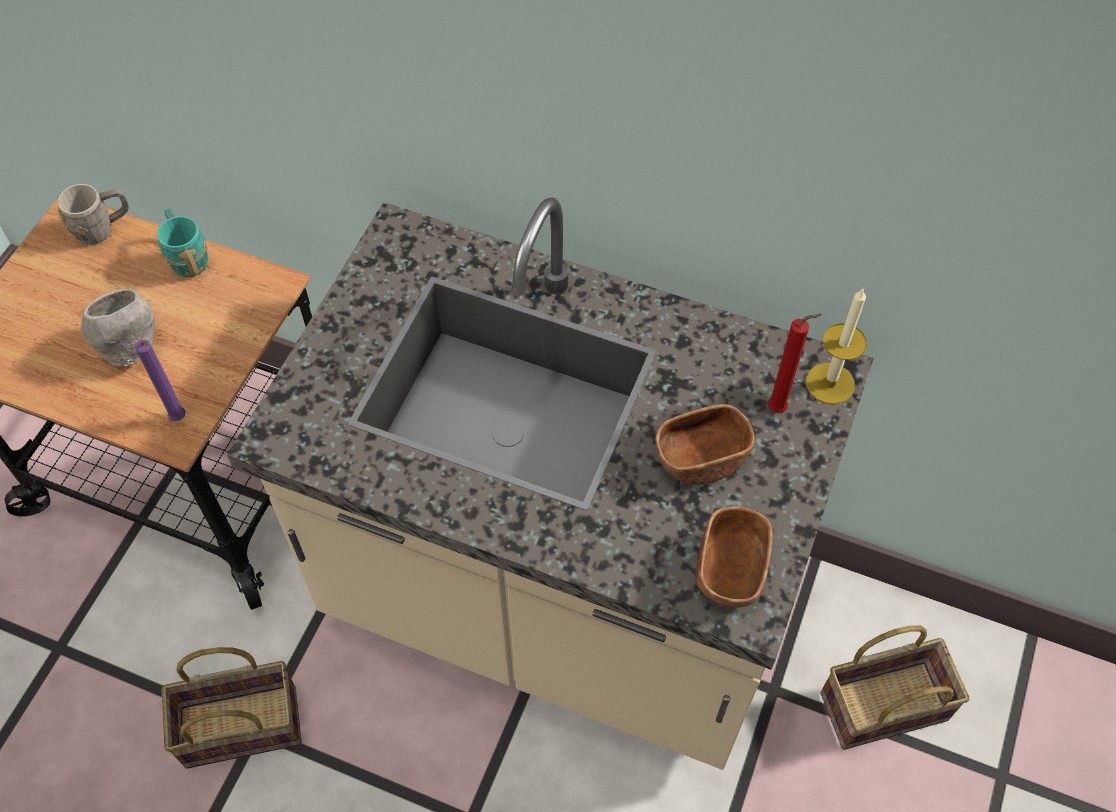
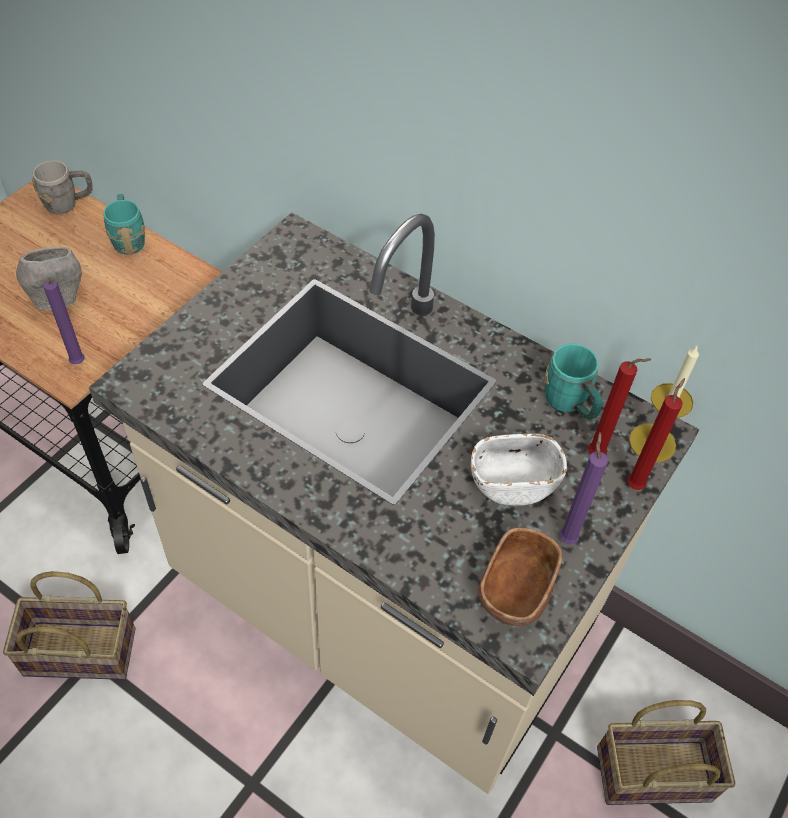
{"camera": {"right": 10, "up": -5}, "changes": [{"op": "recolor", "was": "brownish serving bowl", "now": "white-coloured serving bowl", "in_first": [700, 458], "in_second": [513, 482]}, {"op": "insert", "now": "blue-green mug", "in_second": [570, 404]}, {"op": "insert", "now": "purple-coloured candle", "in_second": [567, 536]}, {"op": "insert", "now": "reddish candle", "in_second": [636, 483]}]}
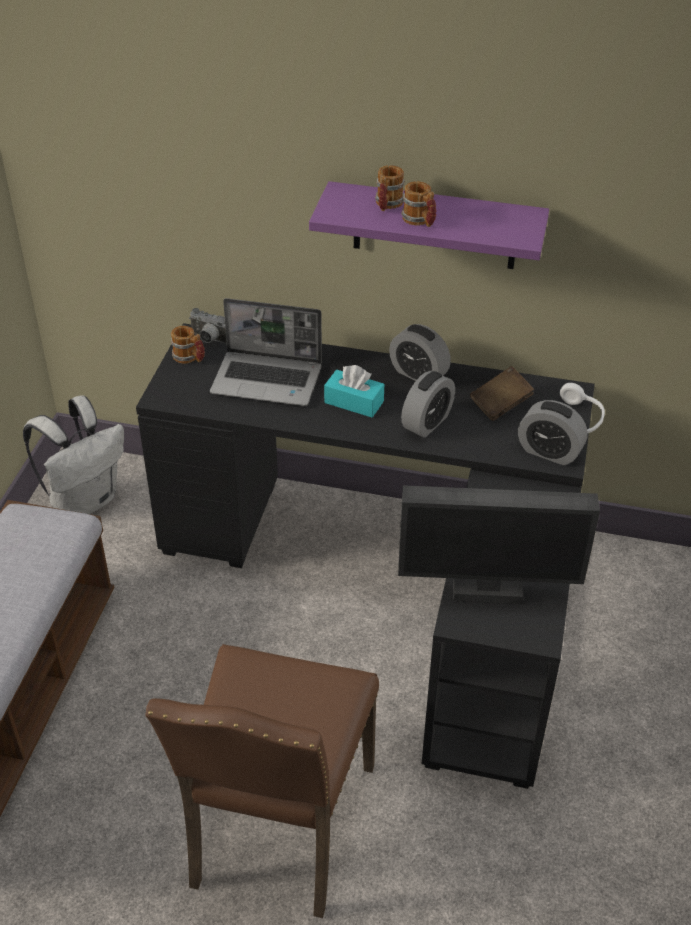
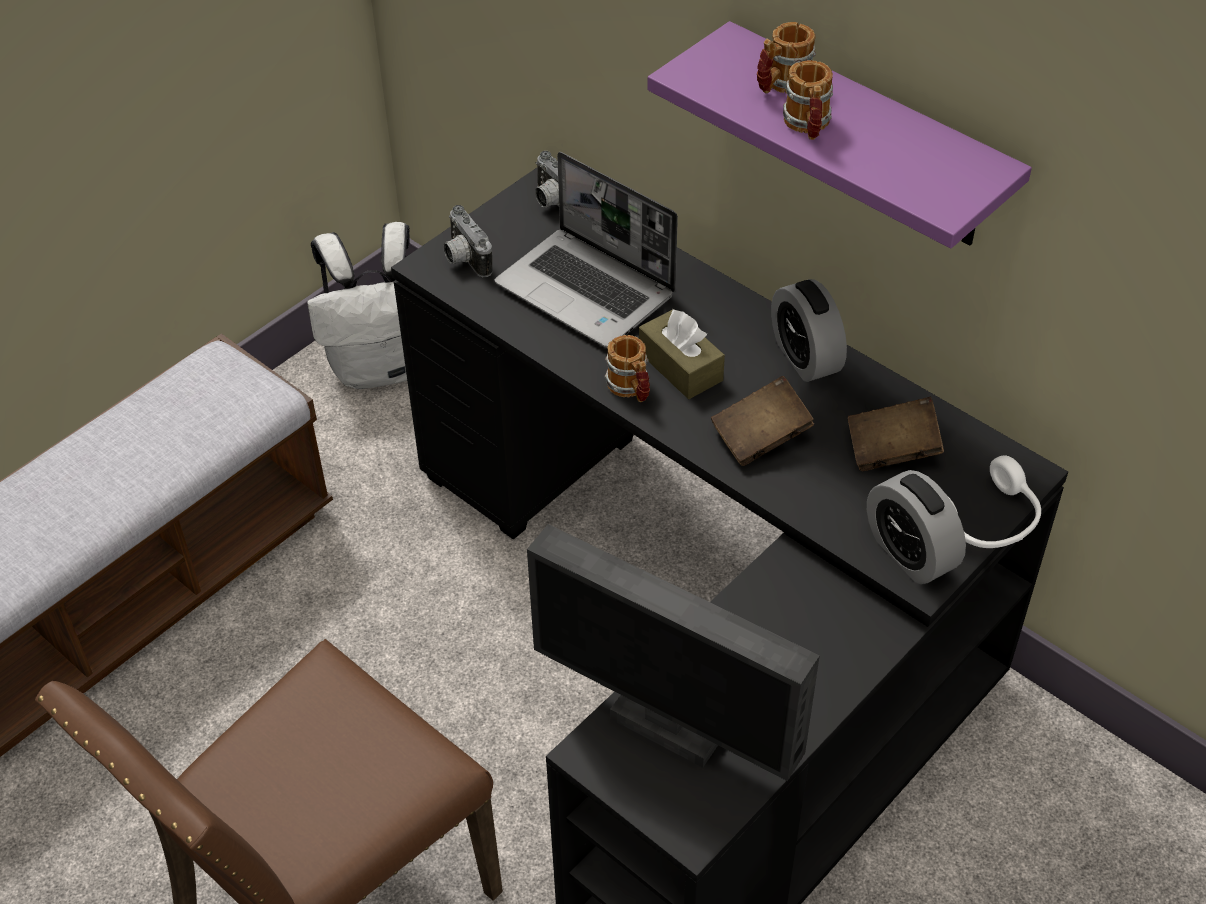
{"camera": {"right": 30, "up": 5}, "changes": [{"op": "move", "was": "mug", "in_first": [189, 358], "in_second": [631, 389]}, {"op": "recolor", "was": "blue-green box of tissues", "now": "brownish box of tissues", "in_first": [354, 402], "in_second": [680, 366]}, {"op": "replace", "was": "table clock", "now": "brownish bound book", "in_first": [427, 423], "in_second": [761, 437]}, {"op": "insert", "now": "still camera", "in_second": [464, 259]}]}
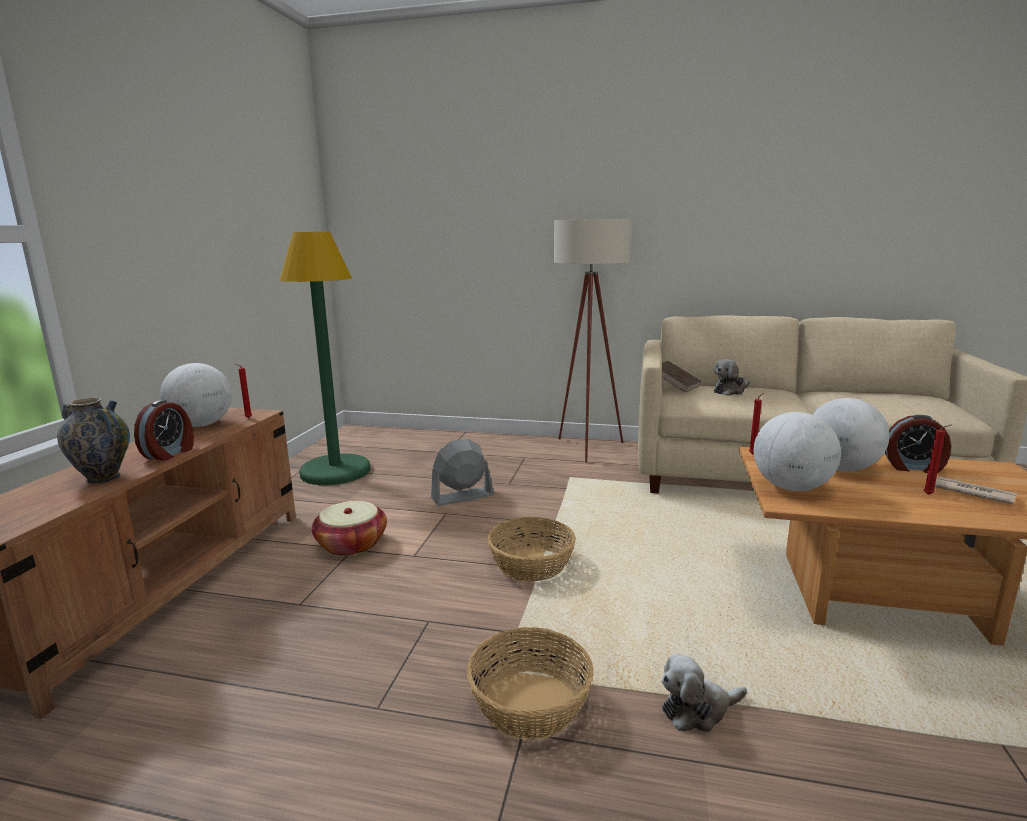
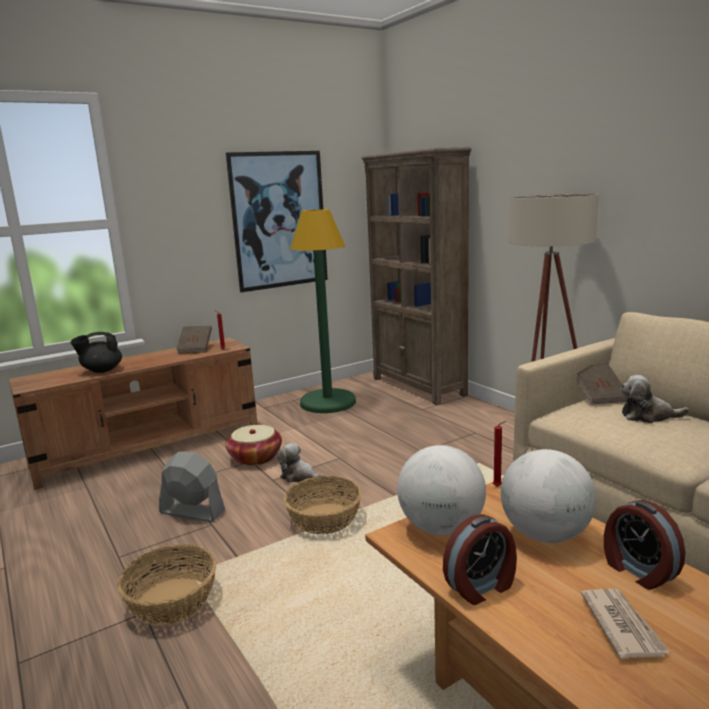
{"camera": {"right": 45, "up": 0}, "changes": [{"op": "replace", "was": "vase", "now": "black-coloured teapot", "in_first": [103, 478], "in_second": [101, 370]}, {"op": "move", "was": "table clock", "in_first": [170, 453], "in_second": [481, 587]}, {"op": "replace", "was": "desk globe", "now": "brownish bound book", "in_first": [201, 425], "in_second": [195, 348]}, {"op": "move", "was": "grey electric fan", "in_first": [462, 497], "in_second": [192, 512]}, {"op": "move", "was": "plush toy", "in_first": [697, 710], "in_second": [299, 476]}, {"op": "delete", "was": "reddish candle", "in_first": [930, 495]}, {"op": "insert", "now": "wall picture", "in_second": [279, 220]}, {"op": "insert", "now": "brownish bookcase", "in_second": [418, 386]}]}
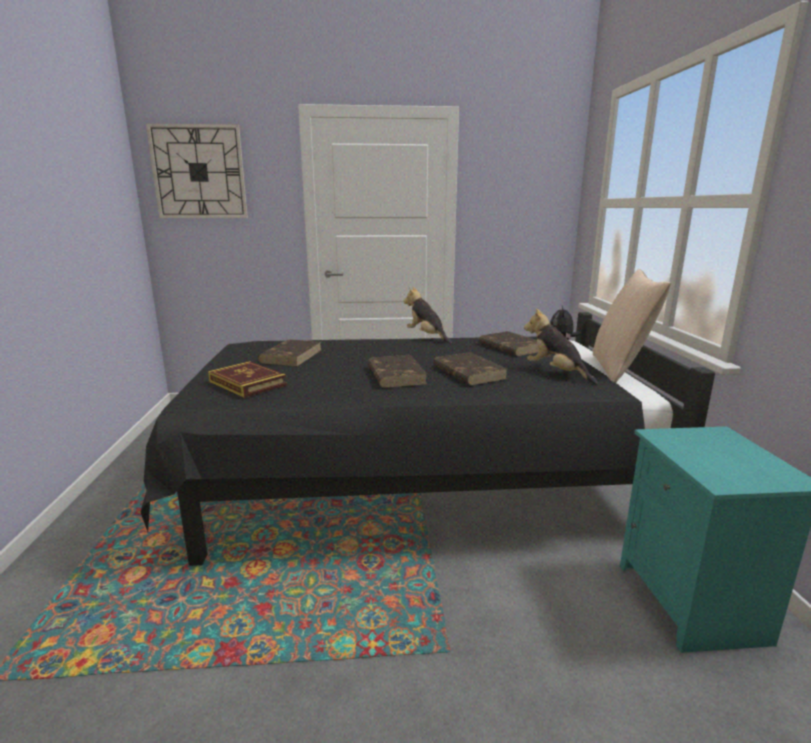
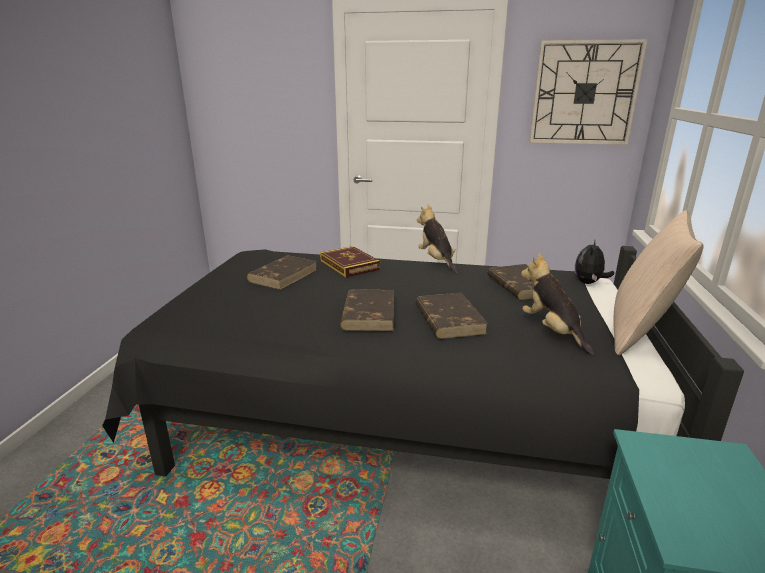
{"camera": {"right": 15, "up": 5}, "changes": [{"op": "move", "was": "hanging clock", "in_first": [199, 172], "in_second": [584, 93]}, {"op": "move", "was": "bound book", "in_first": [247, 383], "in_second": [349, 265]}]}
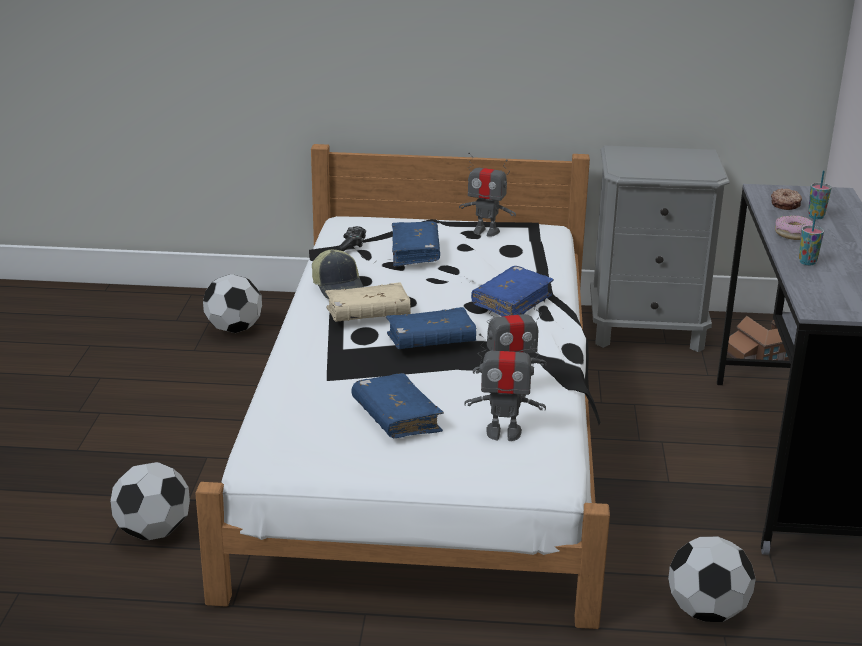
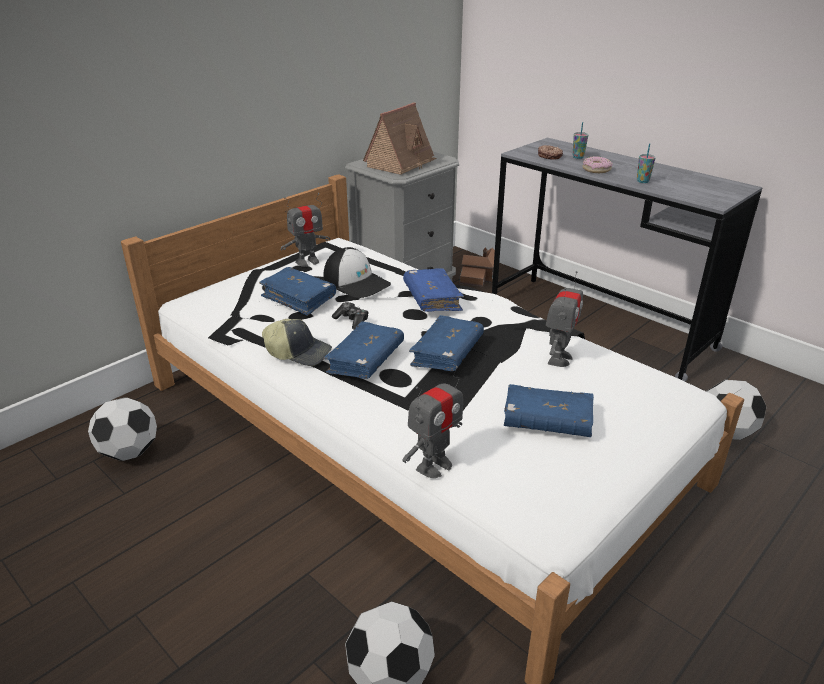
{"camera": {"right": -50, "up": 5}, "changes": [{"op": "recolor", "was": "sand-coloured bound book", "now": "blue-coloured bound book", "in_first": [368, 314], "in_second": [365, 360]}, {"op": "move", "was": "joypad", "in_first": [352, 244], "in_second": [352, 321]}, {"op": "move", "was": "model robot", "in_first": [503, 432], "in_second": [434, 466]}, {"op": "insert", "now": "baseball cap", "in_second": [356, 283]}, {"op": "insert", "now": "model house", "in_second": [401, 163]}]}
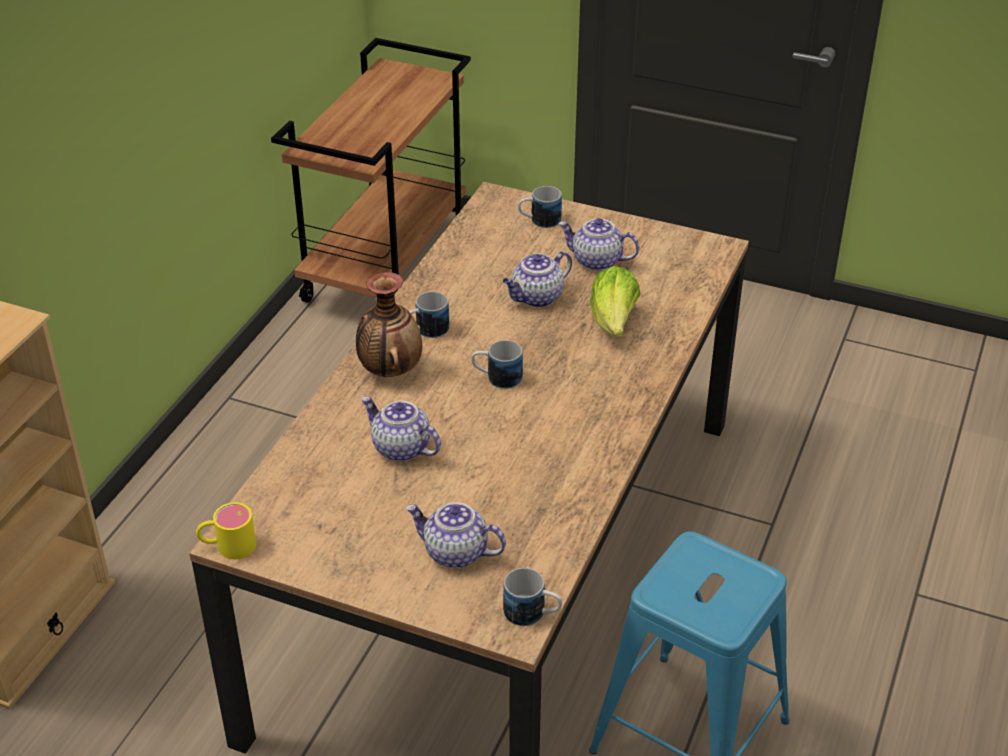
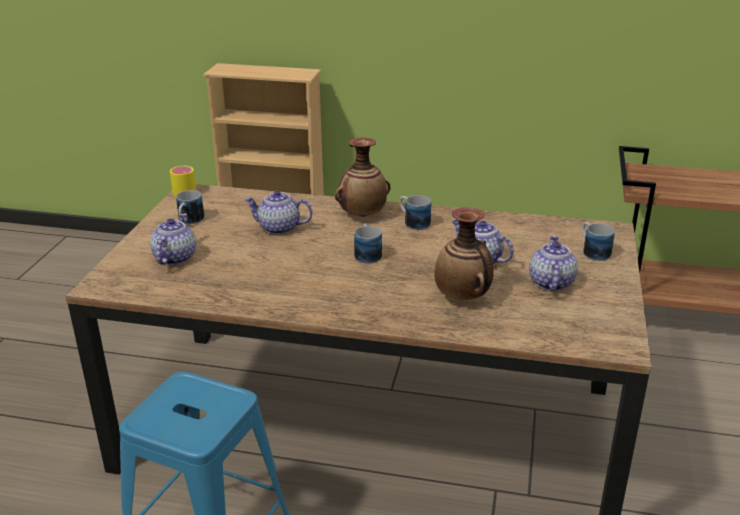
{"camera": {"right": 80, "up": -10}, "changes": [{"op": "rotate", "was": "teapot", "in_first": [400, 448], "in_second": [279, 228], "clockwise": -105}, {"op": "move", "was": "mug", "in_first": [532, 614], "in_second": [189, 221]}, {"op": "replace", "was": "lettuce head", "now": "vase", "in_first": [613, 322], "in_second": [463, 297]}]}
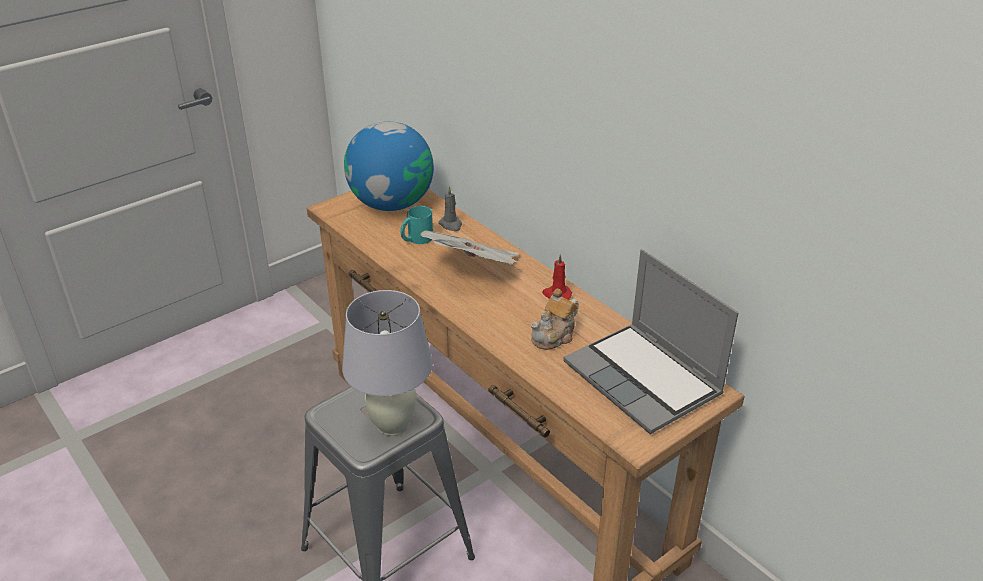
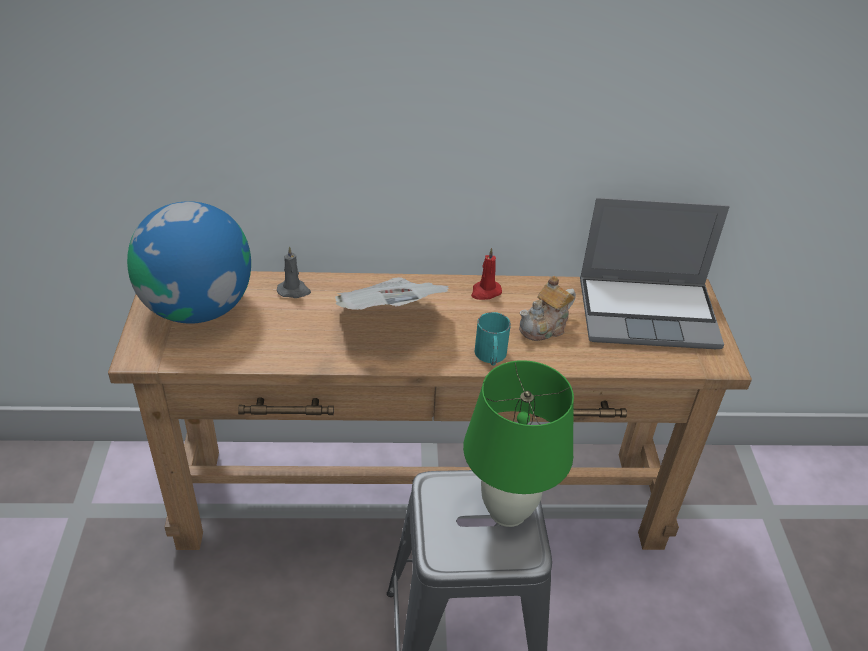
{"camera": {"right": -55, "up": 5}, "changes": [{"op": "recolor", "was": "white-coloured table lamp", "now": "greenish table lamp", "in_first": [392, 425], "in_second": [507, 512]}, {"op": "move", "was": "blue-green mug", "in_first": [416, 239], "in_second": [491, 357]}, {"op": "rotate", "was": "teapot", "in_first": [554, 336], "in_second": [545, 327], "clockwise": 60}]}
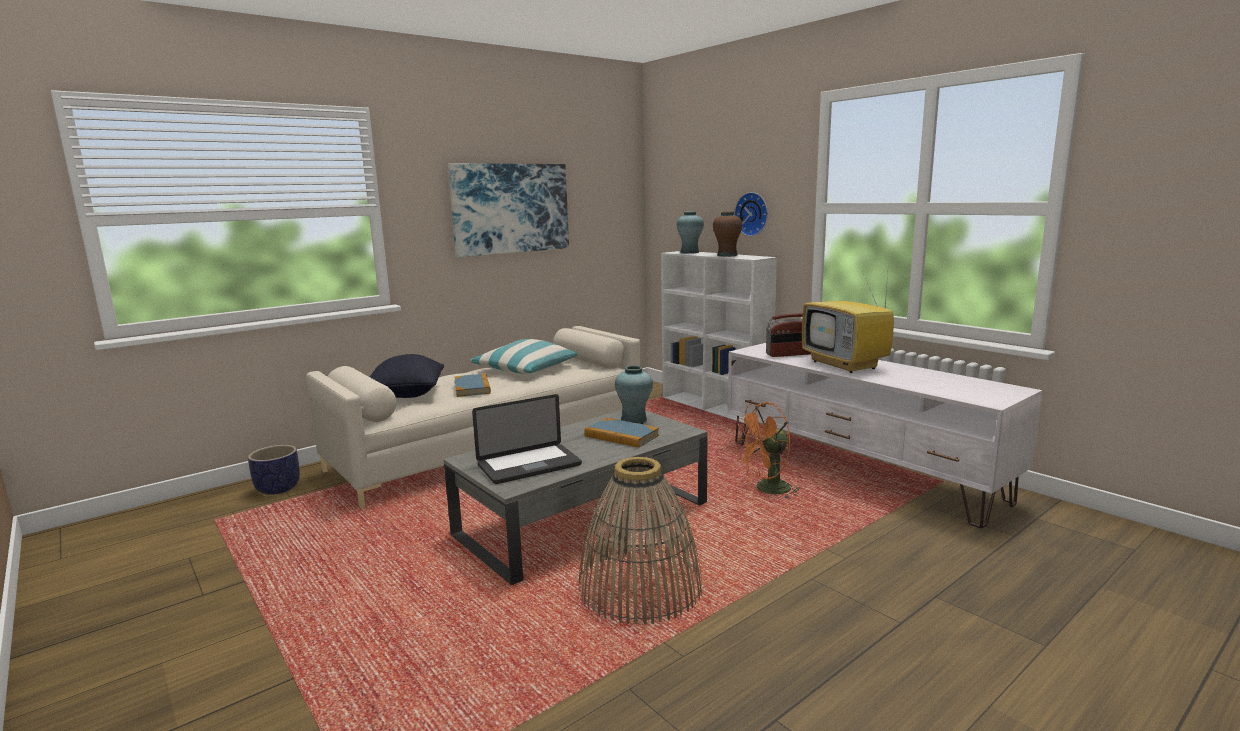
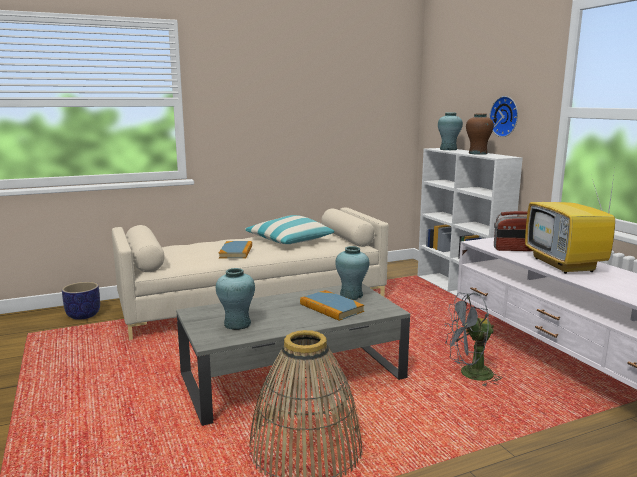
{"camera": {"right": 15, "up": 0}, "changes": [{"op": "delete", "was": "black-coloured throw pillow", "in_first": [407, 395]}, {"op": "delete", "was": "wall picture", "in_first": [511, 208]}, {"op": "replace", "was": "portable computer", "now": "blue-green vase", "in_first": [529, 465], "in_second": [237, 324]}, {"op": "recolor", "was": "orangey electric fan", "now": "grey electric fan", "in_first": [767, 490], "in_second": [470, 375]}]}
